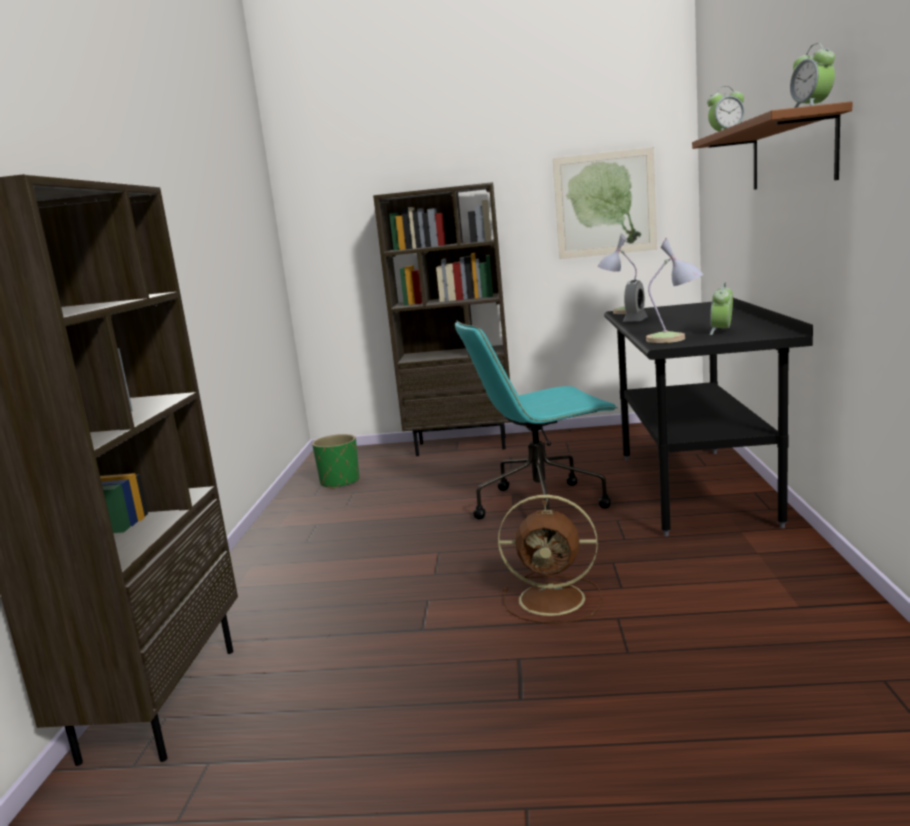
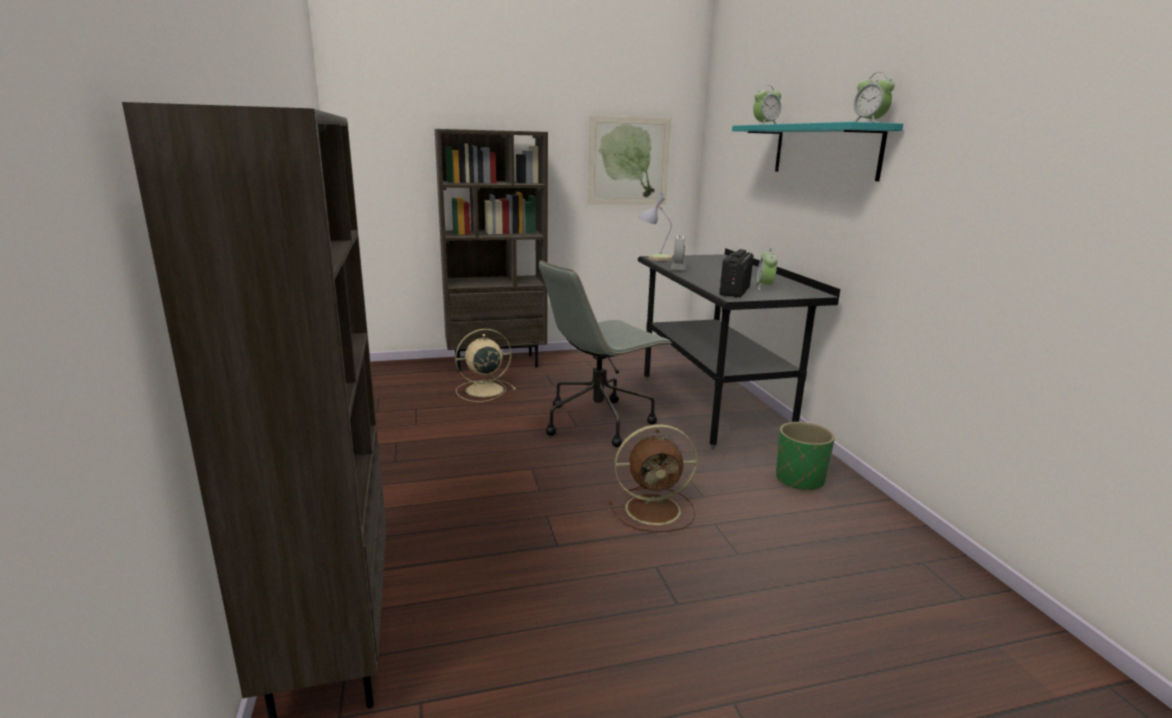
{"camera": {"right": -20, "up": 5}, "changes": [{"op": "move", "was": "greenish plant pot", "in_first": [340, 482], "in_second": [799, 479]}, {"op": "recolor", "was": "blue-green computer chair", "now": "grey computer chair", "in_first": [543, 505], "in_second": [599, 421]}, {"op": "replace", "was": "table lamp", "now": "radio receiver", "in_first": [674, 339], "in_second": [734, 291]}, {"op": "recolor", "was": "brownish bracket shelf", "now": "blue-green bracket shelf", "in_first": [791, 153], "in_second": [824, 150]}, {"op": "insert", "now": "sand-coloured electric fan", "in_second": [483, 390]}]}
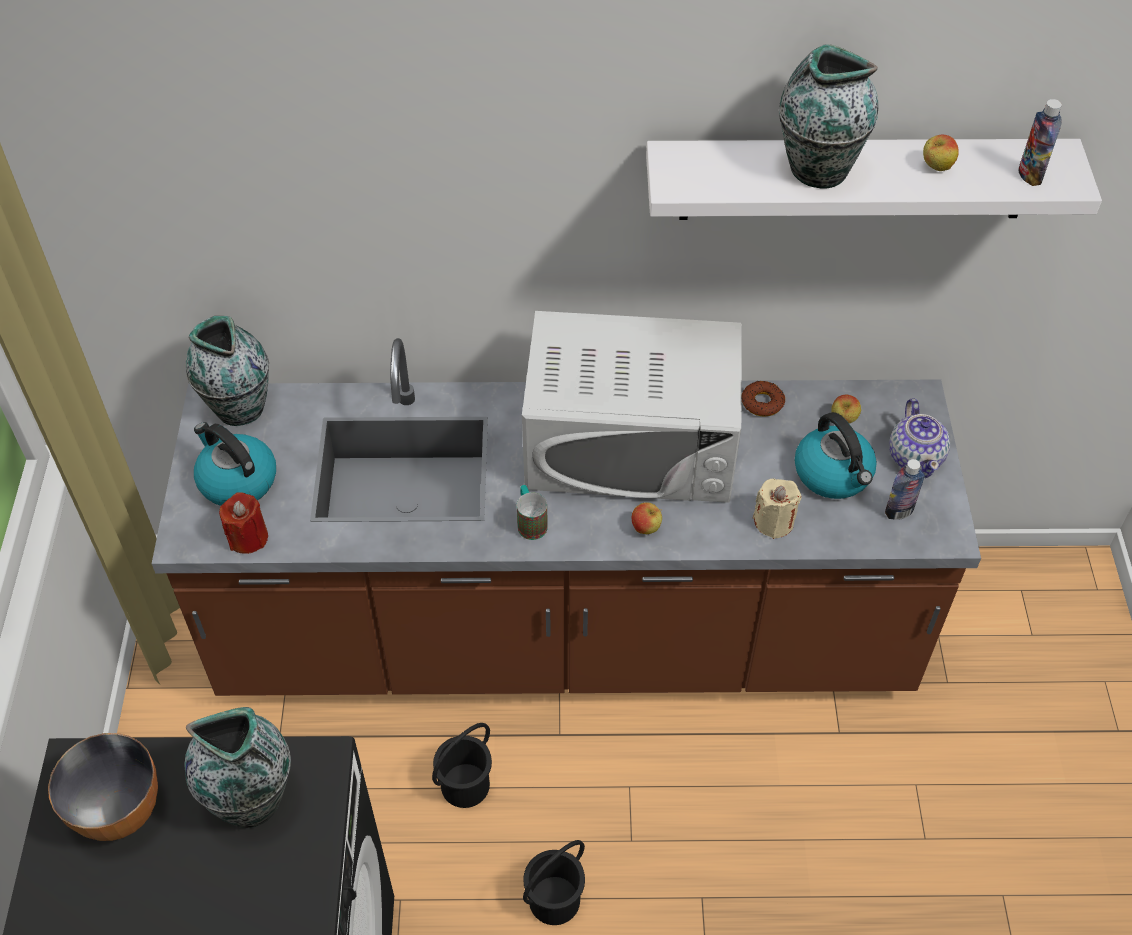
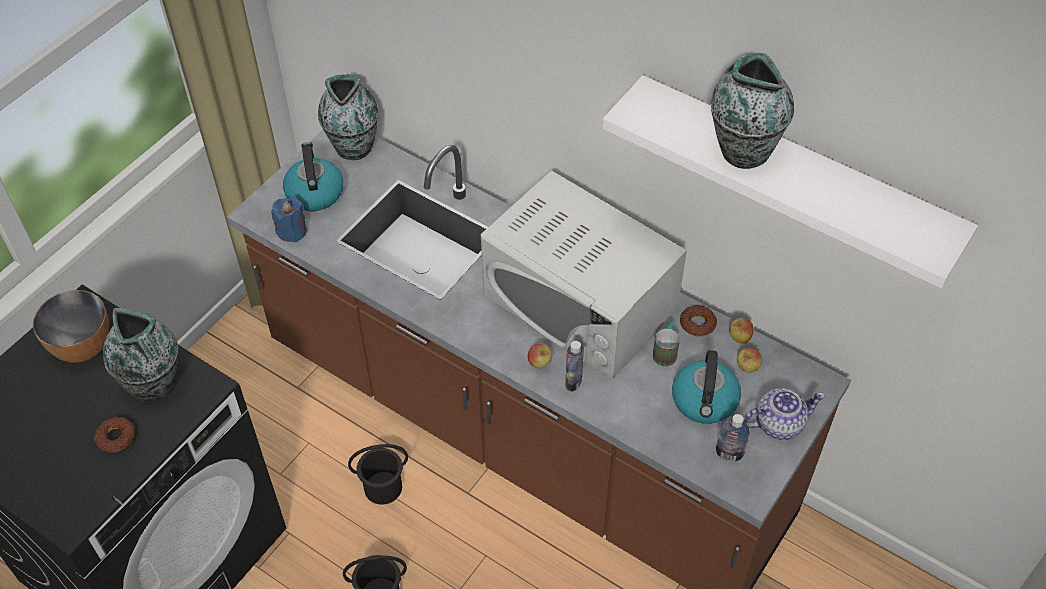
{"camera": {"right": 35, "up": 0}, "changes": [{"op": "recolor", "was": "reddish candle", "now": "blue-coloured candle", "in_first": [248, 537], "in_second": [292, 231]}, {"op": "move", "was": "mug", "in_first": [530, 522], "in_second": [665, 352]}, {"op": "delete", "was": "sand-coloured candle", "in_first": [774, 522]}, {"op": "rotate", "was": "teapot", "in_first": [915, 457], "in_second": [778, 423], "clockwise": -135}, {"op": "move", "was": "whole apple", "in_first": [936, 167], "in_second": [739, 338]}, {"op": "move", "was": "bottle", "in_first": [1030, 175], "in_second": [573, 382]}, {"op": "insert", "now": "ring doughnut", "in_second": [116, 437]}]}
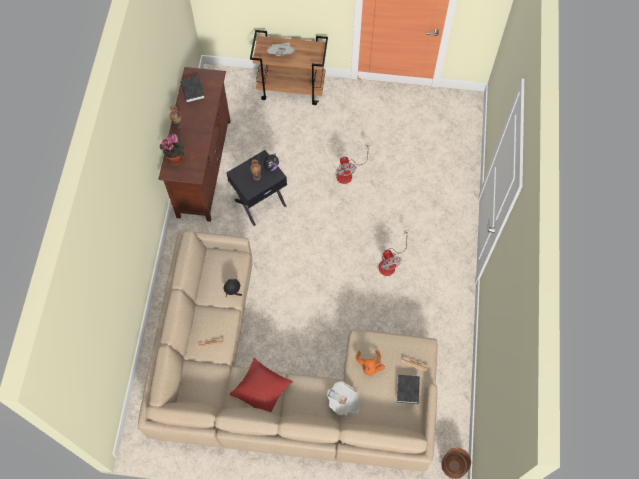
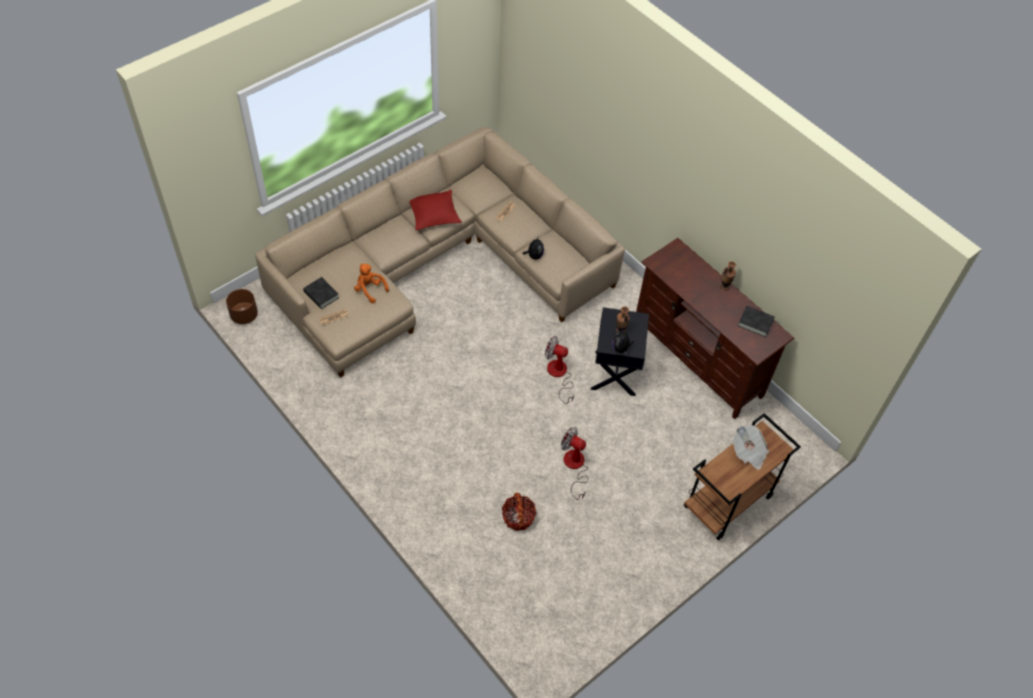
{"camera": {"right": 130, "up": -10}, "changes": [{"op": "delete", "was": "houseplant", "in_first": [176, 158]}, {"op": "delete", "was": "newspaper", "in_first": [344, 402]}, {"op": "move", "was": "electric fan", "in_first": [390, 263], "in_second": [559, 375]}, {"op": "insert", "now": "basket", "in_second": [518, 517]}]}
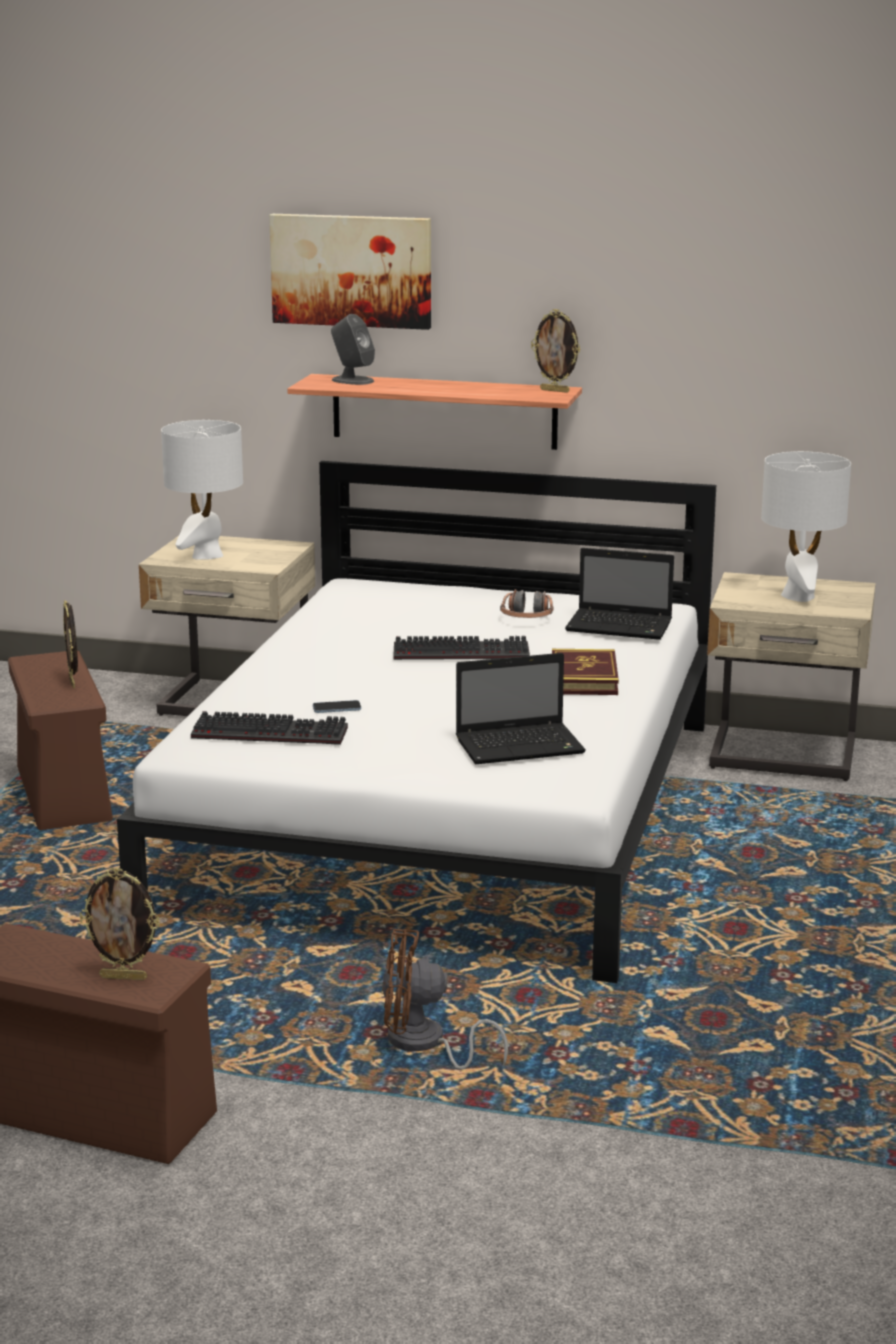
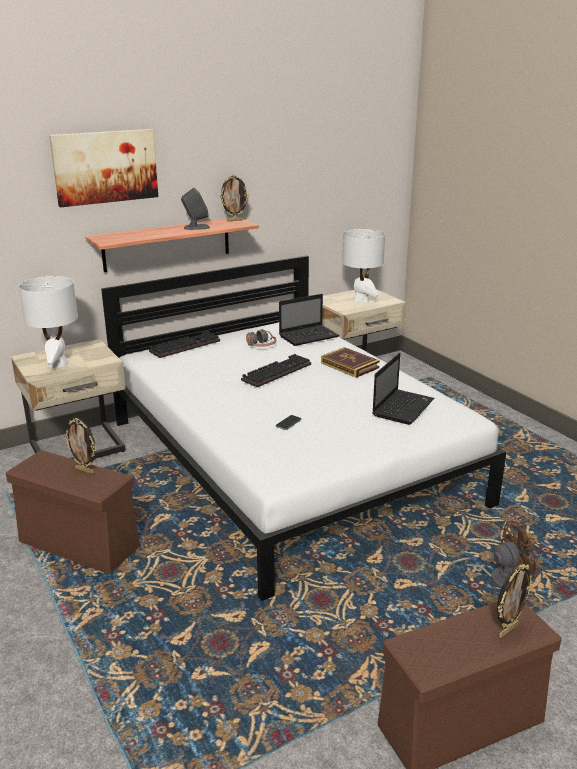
{"camera": {"right": -45, "up": 5}, "changes": [{"op": "move", "was": "keyboard", "in_first": [273, 732], "in_second": [185, 345]}, {"op": "move", "was": "grey speaker", "in_first": [352, 380], "in_second": [196, 227]}, {"op": "rotate", "was": "brownish electric fan", "in_first": [424, 1045], "in_second": [499, 579], "clockwise": -150}]}
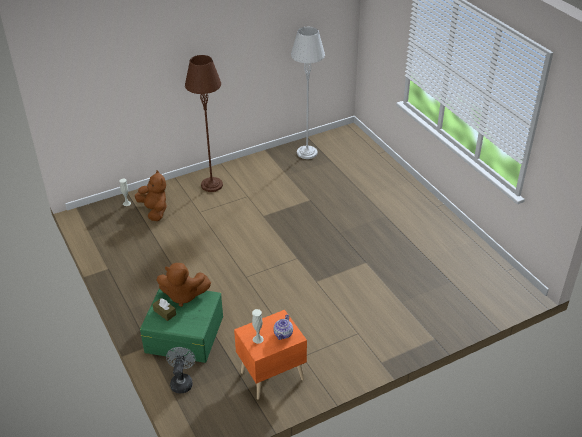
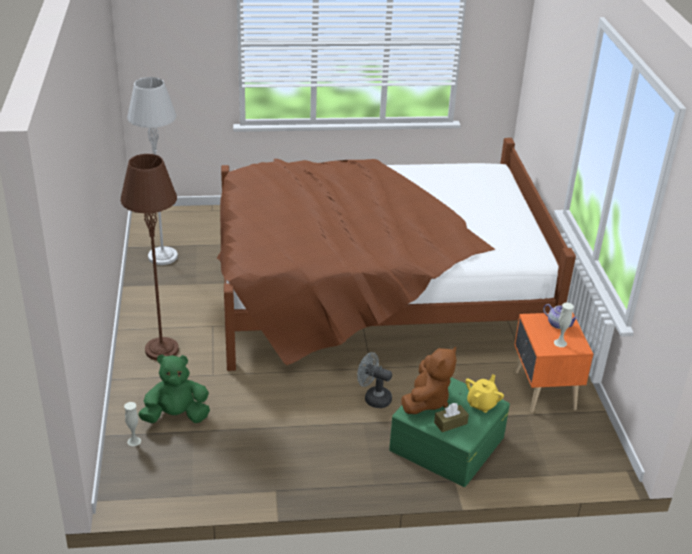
{"camera": {"right": -70, "up": -5}, "changes": [{"op": "recolor", "was": "brownish plush toy", "now": "greenish plush toy", "in_first": [154, 211], "in_second": [176, 416]}, {"op": "move", "was": "grey electric fan", "in_first": [182, 381], "in_second": [373, 398]}, {"op": "insert", "now": "brownish bedroom bed", "in_second": [375, 293]}, {"op": "insert", "now": "yellow-coloured teapot", "in_second": [482, 404]}]}
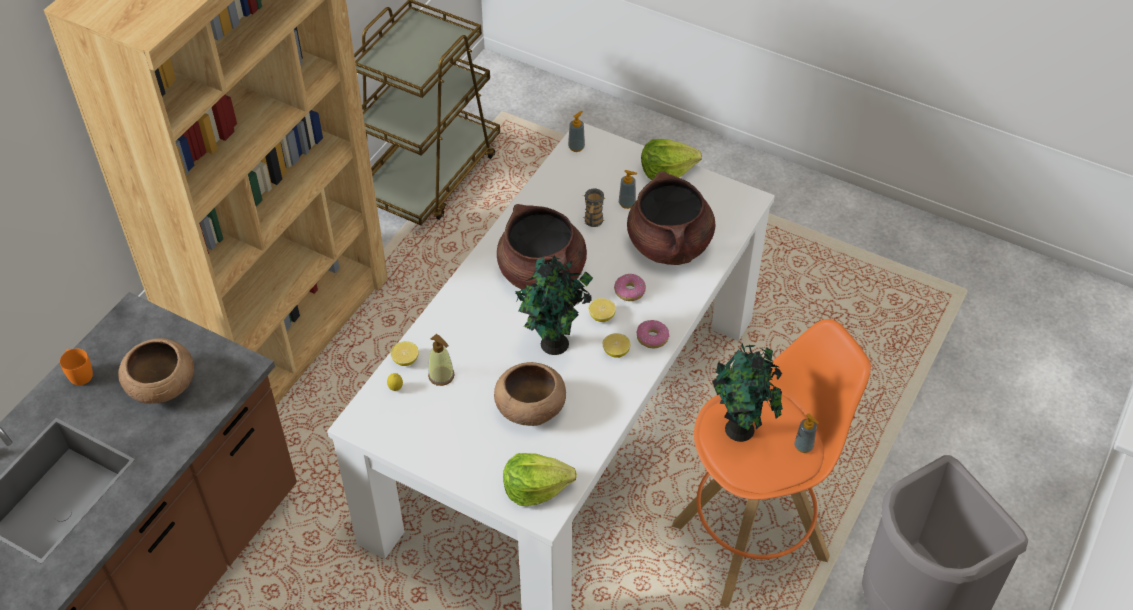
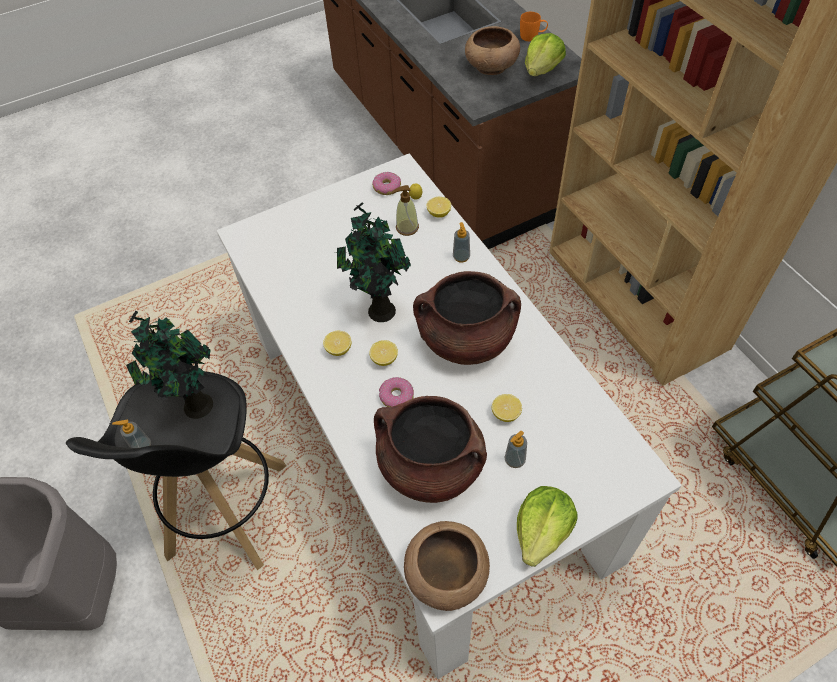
{"camera": {"right": 125, "up": 5}, "changes": [{"op": "move", "was": "brownish serving bowl", "in_first": [530, 408], "in_second": [447, 574]}, {"op": "move", "was": "lettuce head", "in_first": [535, 488], "in_second": [542, 69]}, {"op": "move", "was": "soap dispenser", "in_first": [576, 147], "in_second": [461, 257]}, {"op": "replace", "was": "mug", "now": "citrus fruit", "in_first": [593, 223], "in_second": [506, 413]}, {"op": "move", "was": "ring doughnut", "in_first": [652, 338], "in_second": [387, 187]}, {"op": "recolor", "was": "orangey stool seat", "now": "black-coloured stool seat", "in_first": [752, 541], "in_second": [227, 512]}]}
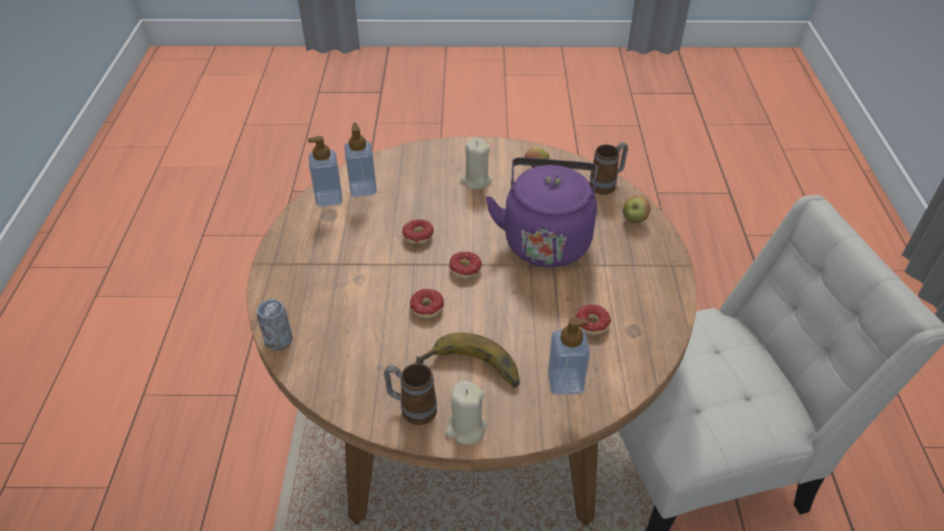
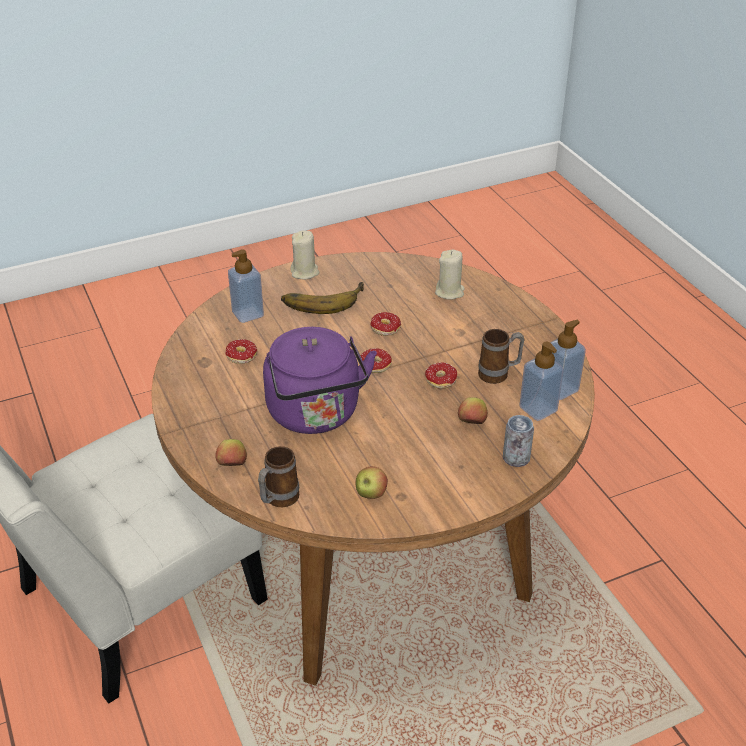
{"camera": {"right": 155, "up": -5}, "changes": [{"op": "move", "was": "can", "in_first": [279, 340], "in_second": [516, 458]}, {"op": "move", "was": "mug", "in_first": [412, 408], "in_second": [499, 374]}, {"op": "move", "was": "sand-coloured candle", "in_first": [476, 181], "in_second": [449, 292]}, {"op": "insert", "now": "whole apple", "in_second": [472, 423]}]}
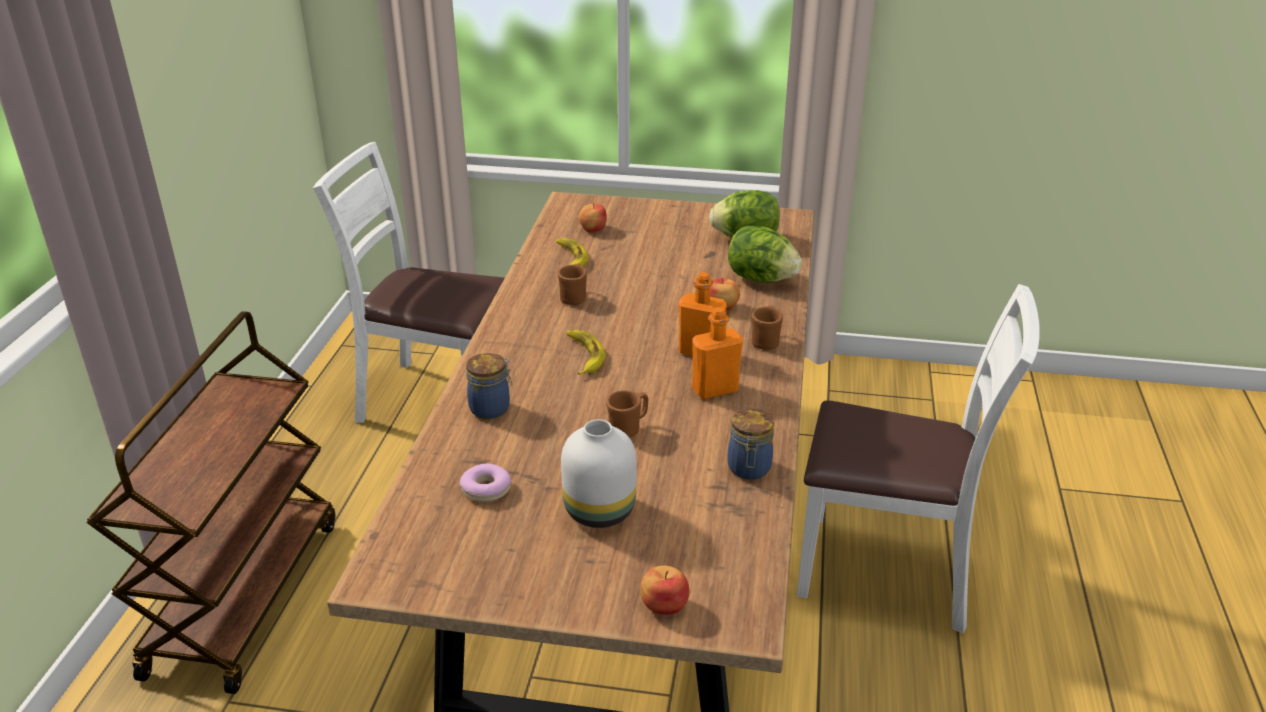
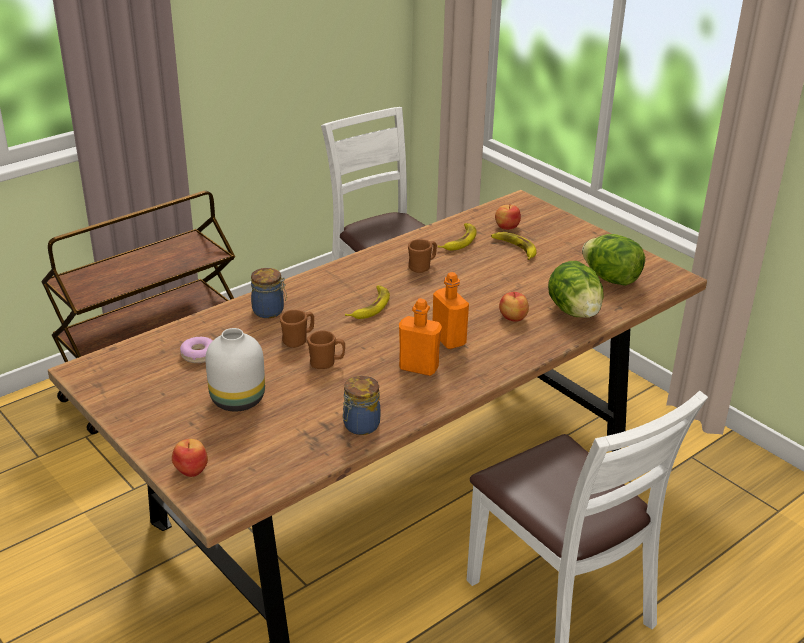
{"camera": {"right": 40, "up": 0}, "changes": [{"op": "move", "was": "brownish mug", "in_first": [766, 341], "in_second": [298, 340]}, {"op": "insert", "now": "whole banana", "in_second": [514, 248]}]}
